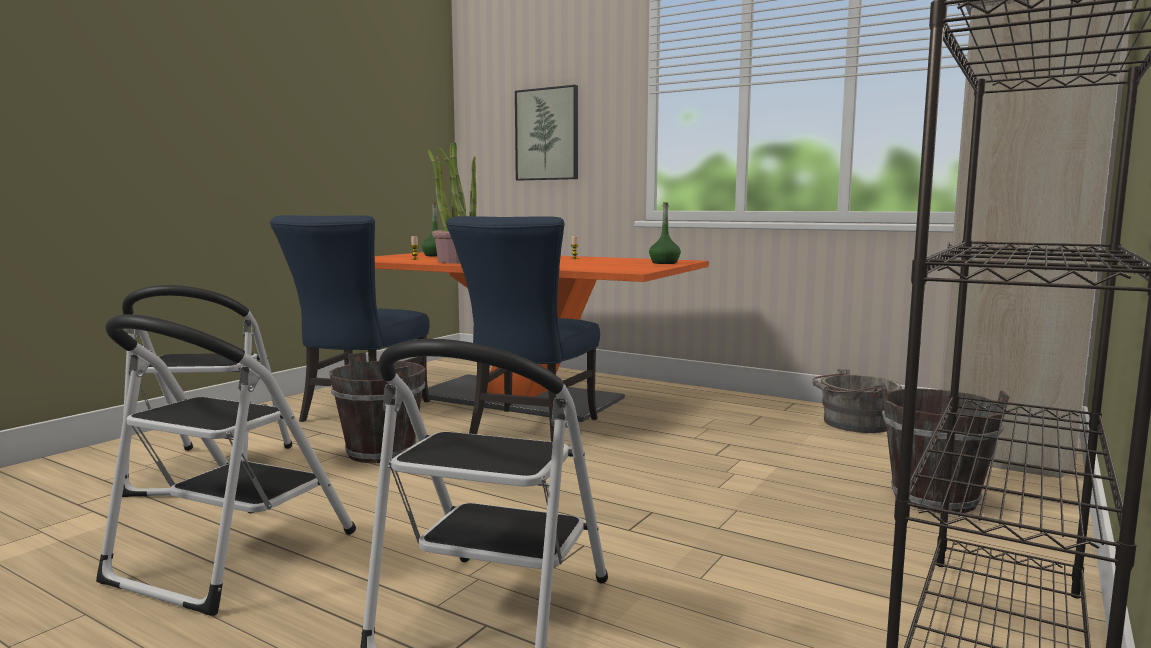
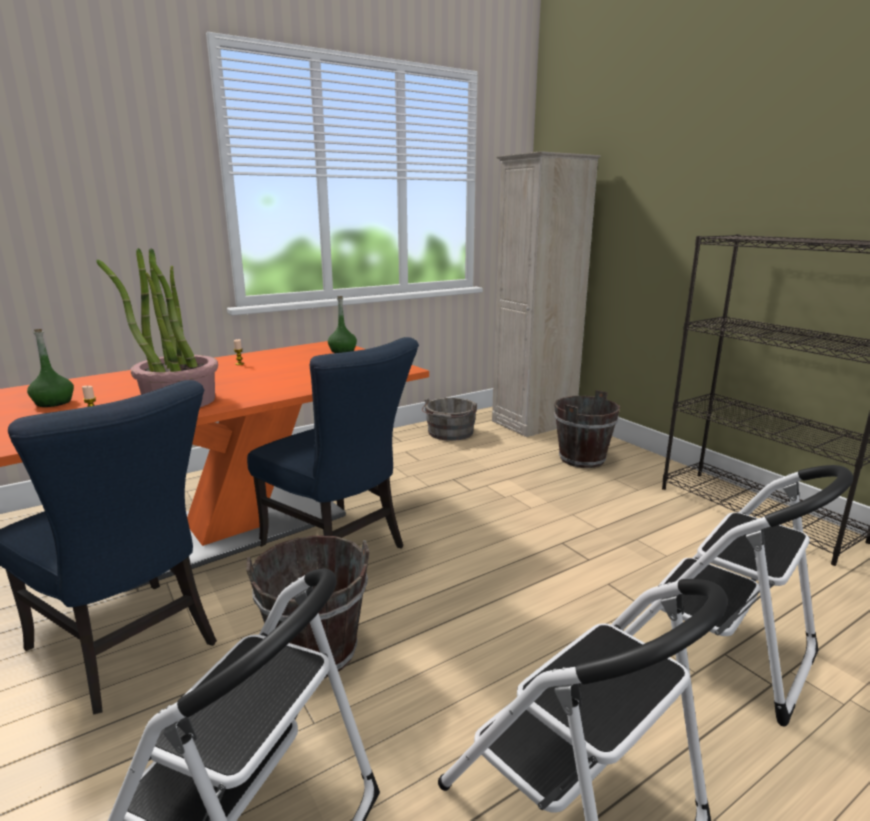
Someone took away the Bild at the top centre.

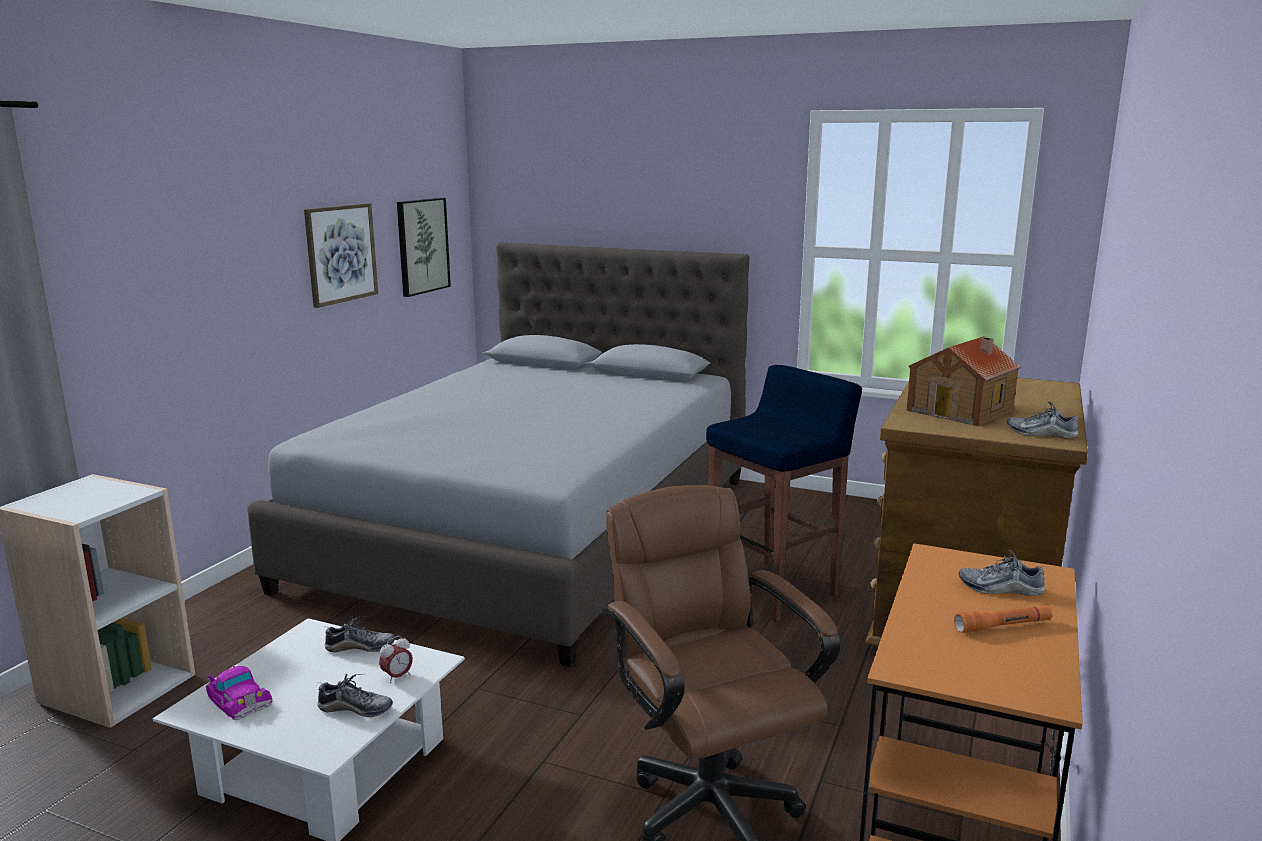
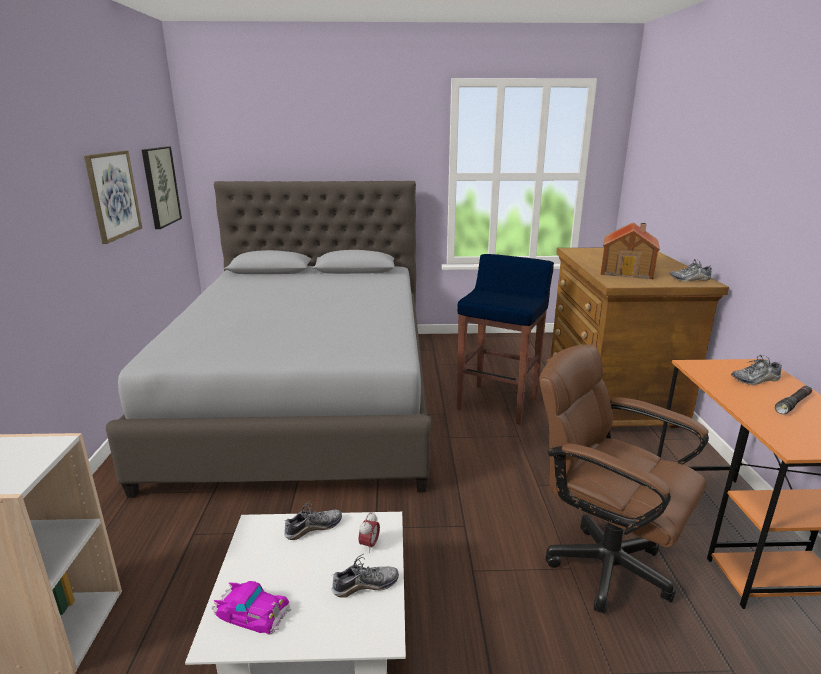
Someone repainted the Taschenlampe [orange] at the bottom right, which became the Taschenlampe [schwarz] at the middle right.

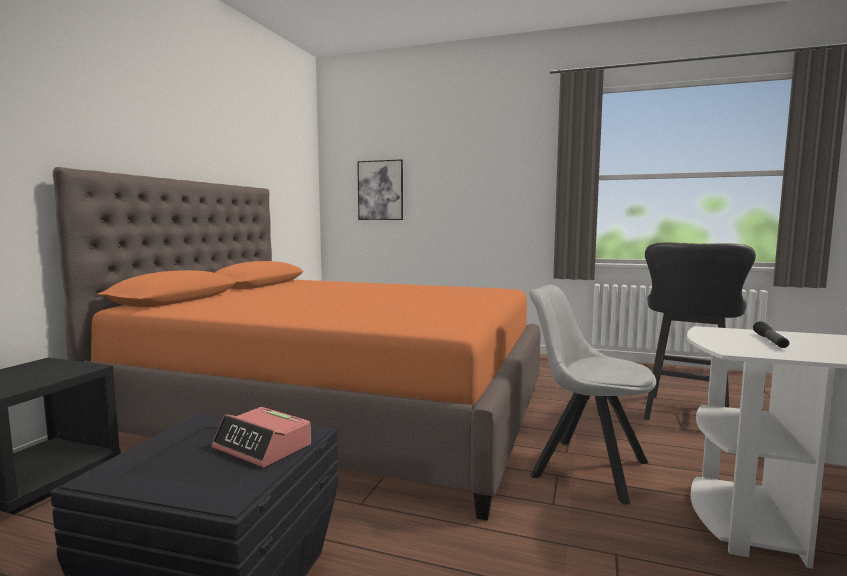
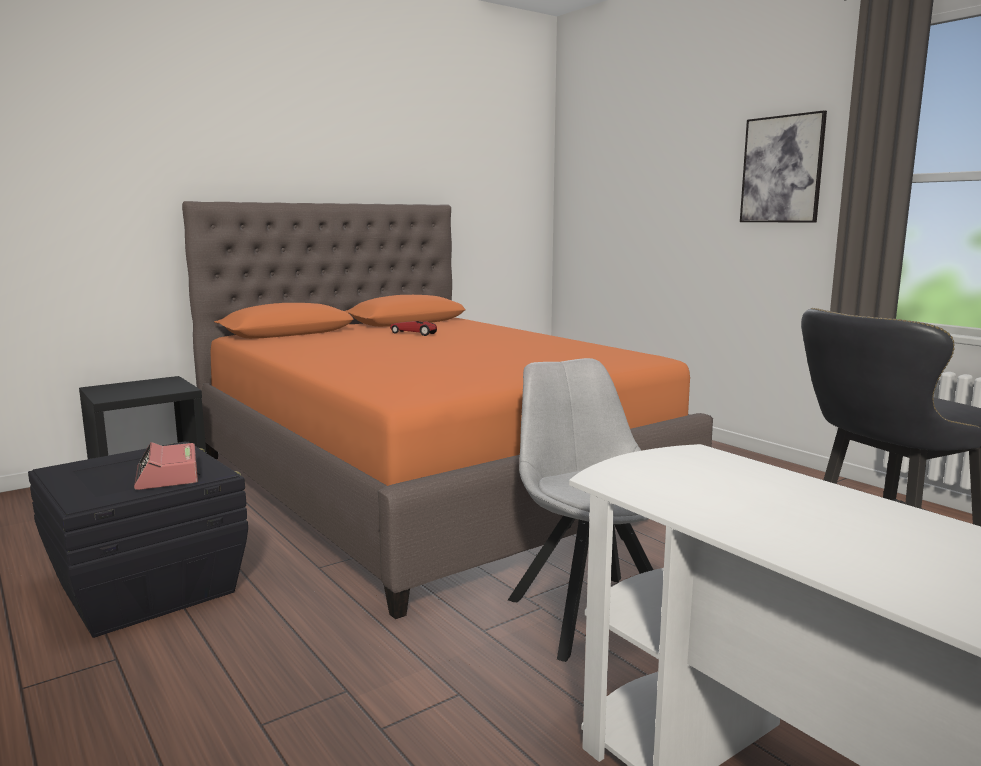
Someone put down the Spielzeugauto at the centre. Someone carried the Bild from the top centre to the top right. Someone took away the Taschenlampe at the middle right.

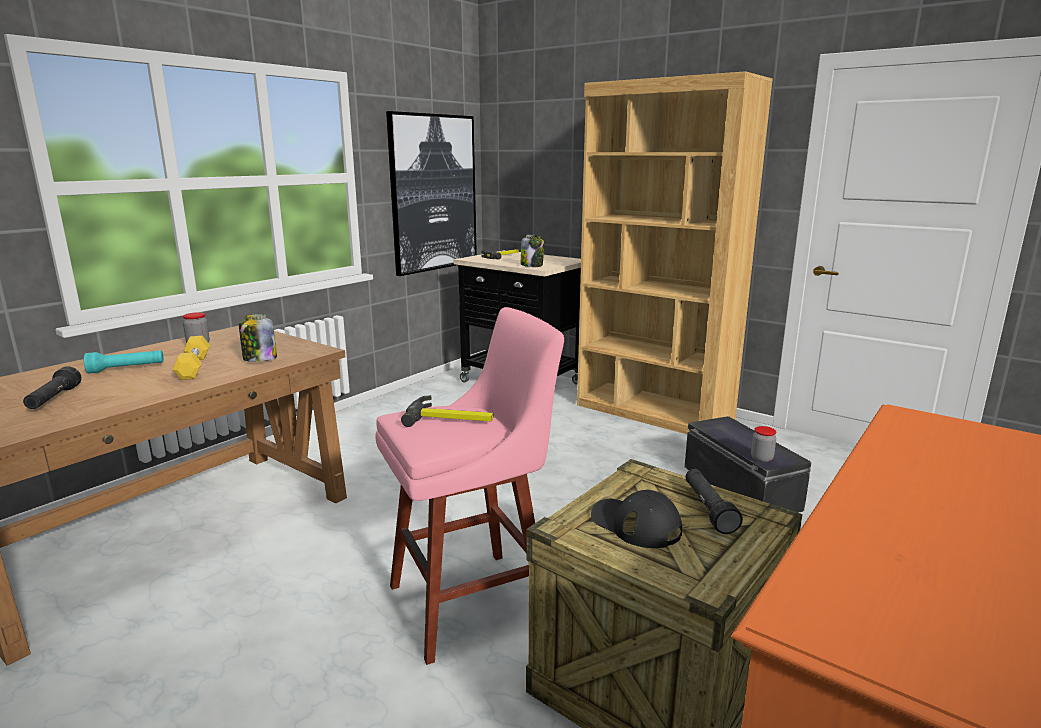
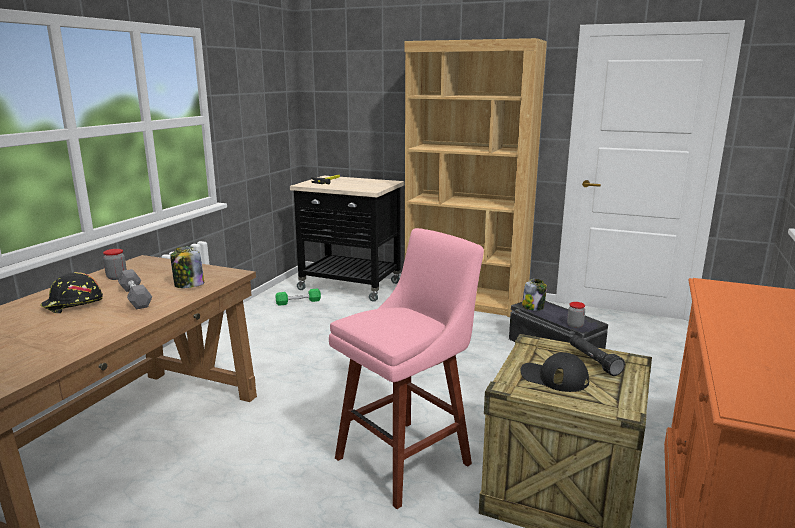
Someone swapped the Taschenlampe [türkis] at the middle left for the Schutzhelm [schwarz] at the middle left. Someone repainted the Hantel [gelb] at the middle left, which became the Hantel [grau] at the middle left. Someone put down the Hantel [grün] at the centre. Someone carried the Vorratsglas (no. 3 from left) from the centre to the middle right. Someone took away the Taschenlampe [schwarz] (no. 1 from left) at the middle left. Someone took away the Bild at the top centre. Someone took away the Hammer (no. 1 from left) at the centre.

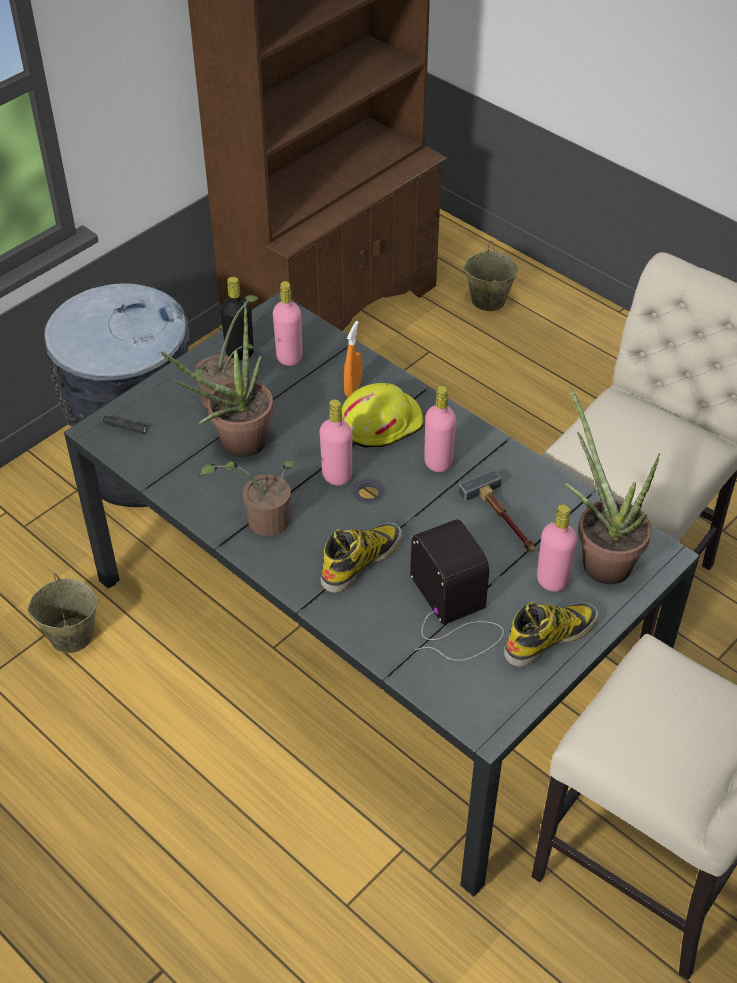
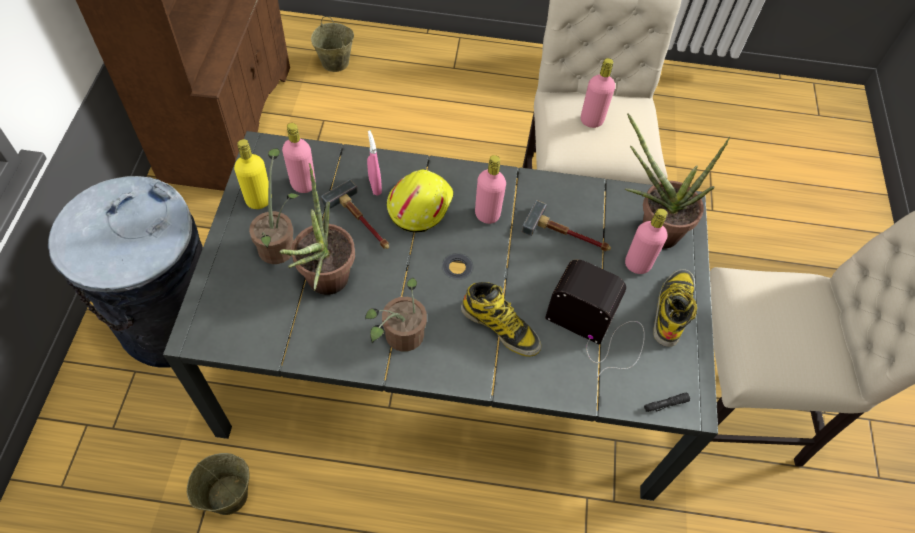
Someone repainted the Flasche [schwarz] at the top left, which became the Flasche [gelb] at the top left. Someone put down the Hammer (no. 1 from left) at the centre. Someone repainted the Sprühflasche [orange] at the centre, which became the Sprühflasche [rosa] at the top centre. Someone rotated the Stiefel (no. 1 from left) at the centre by 120 degrees clockwise. Someone carried the Flasche [rosa] (no. 2 from left in the first image) from the centre to the top centre. Someone carried the Taschenlampe [schwarz] from the middle left to the bottom right.

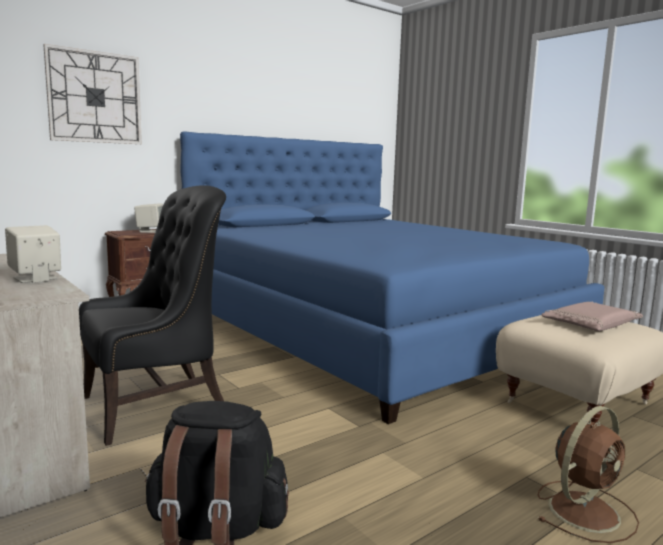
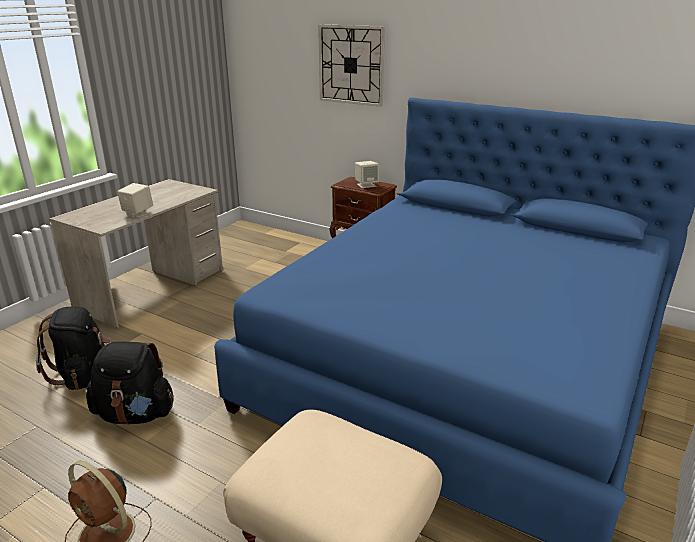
Someone put down the Rucksack [schwarz] (no. 2 from left) at the bottom left. Someone took away the Stuhl [schwarz] at the middle left. Someone took away the Kissen [beige] at the middle right.

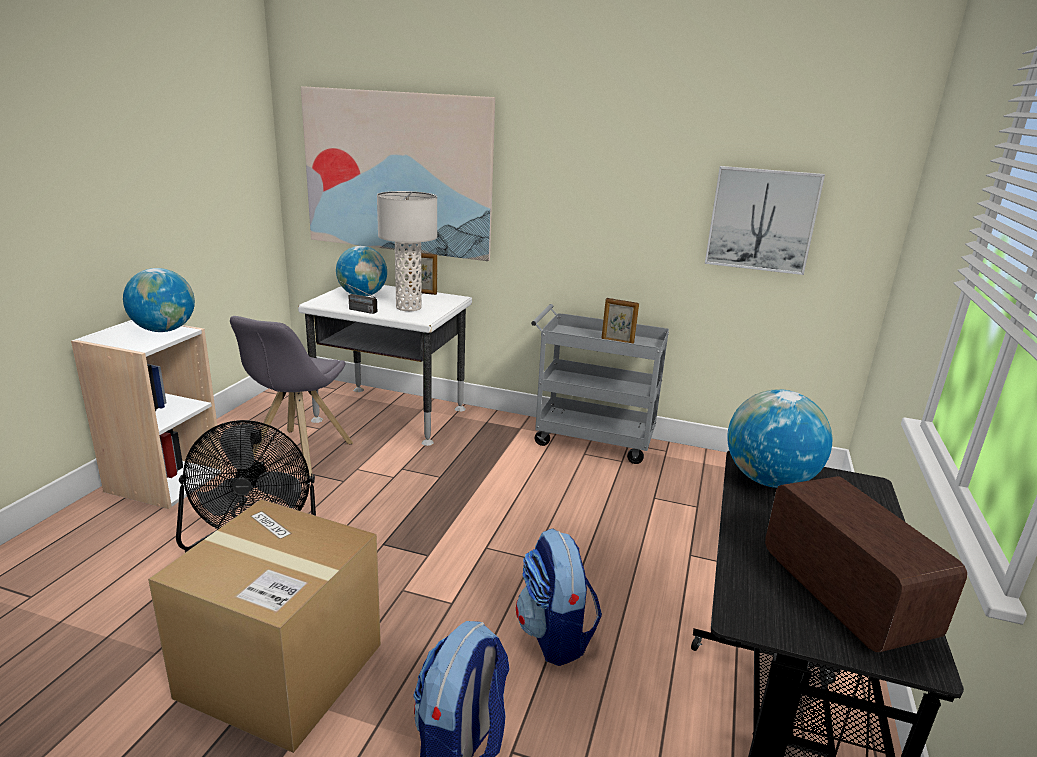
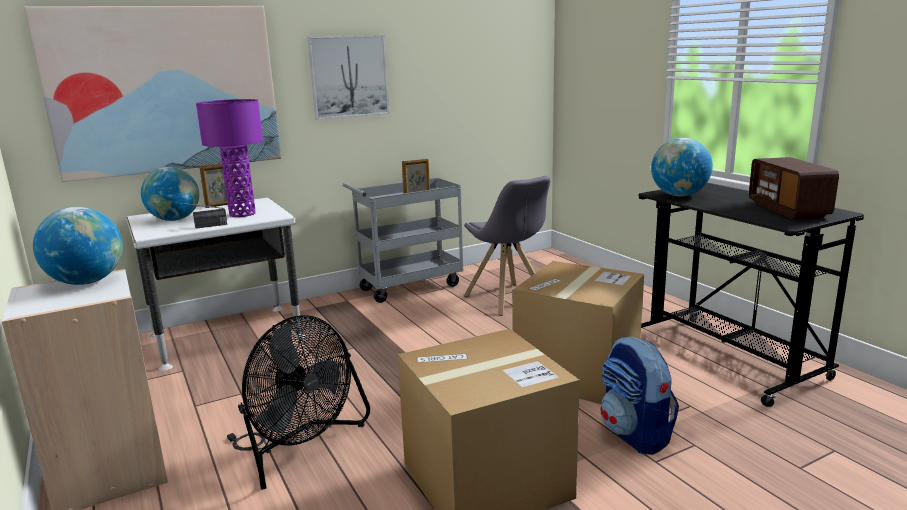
Someone repainted the Tischlampe [weiß] at the top centre, which became the Tischlampe [lila] at the top left. Someone carried the Bild (no. 2 from left) from the top right to the top centre. Someone carried the Stuhl [grau] from the middle left to the centre. Someone swapped the Rucksack (no. 2 from left) at the bottom centre for the Karton (no. 2 from left) at the centre. Someone rotated the Radio (no. 2 from left) at the bottom right by 120 degrees counterclockwise.

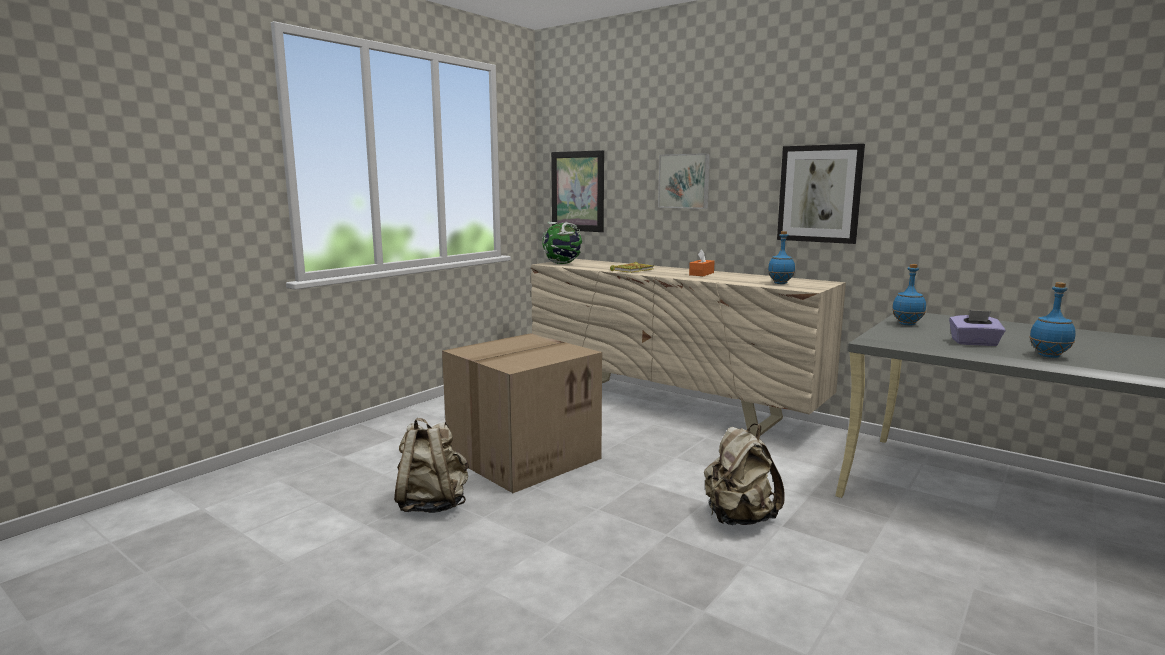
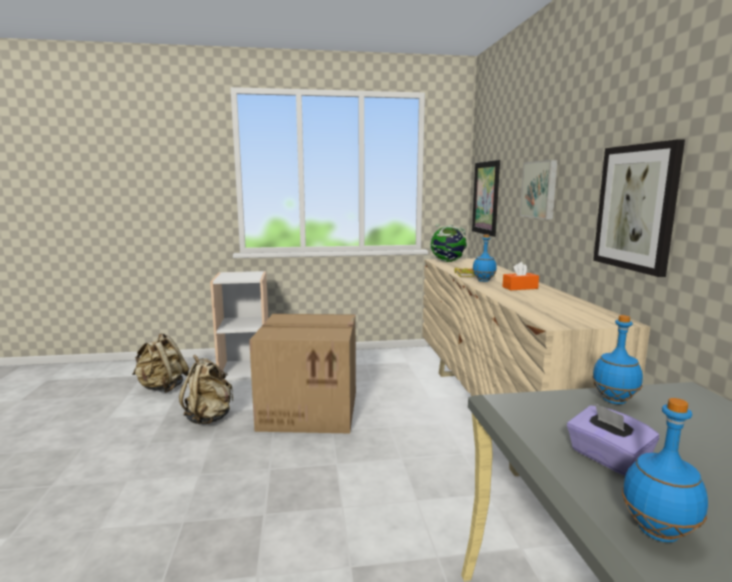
Someone carried the Rucksack [beige] (no. 2 from left in the first image) from the bottom centre to the middle left. Someone put down the Bücherregal at the middle left. Someone carried the Flasche [blau] (no. 1 from left) from the middle right to the centre.

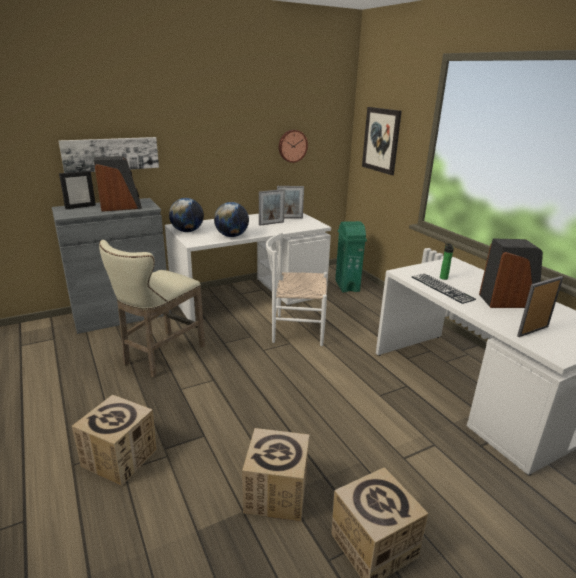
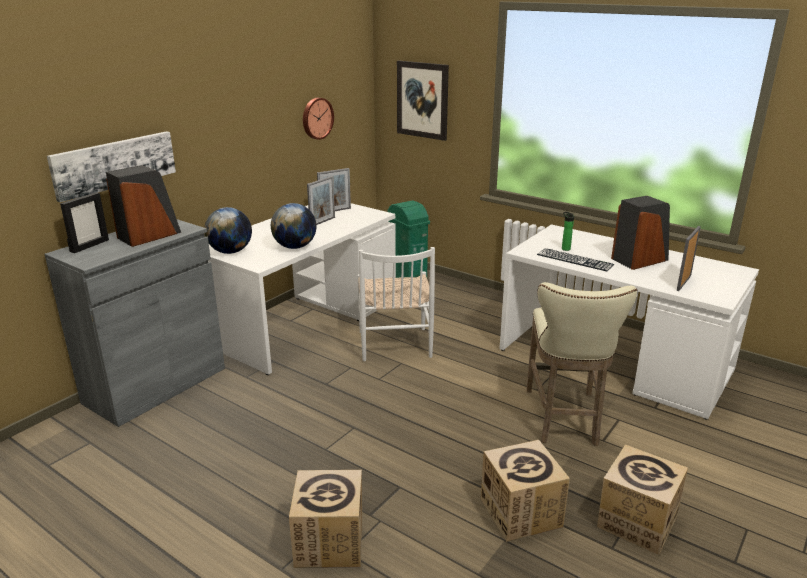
Someone rotated the Stuhl [weiß] at the centre by 75 degrees counterclockwise. Someone carried the Hocker [beige] from the middle left to the middle right.

